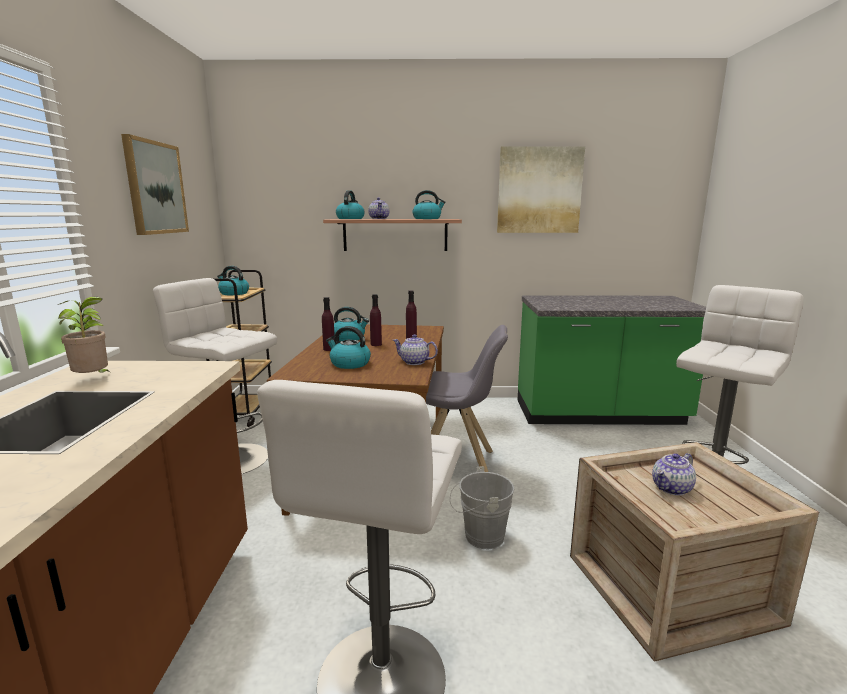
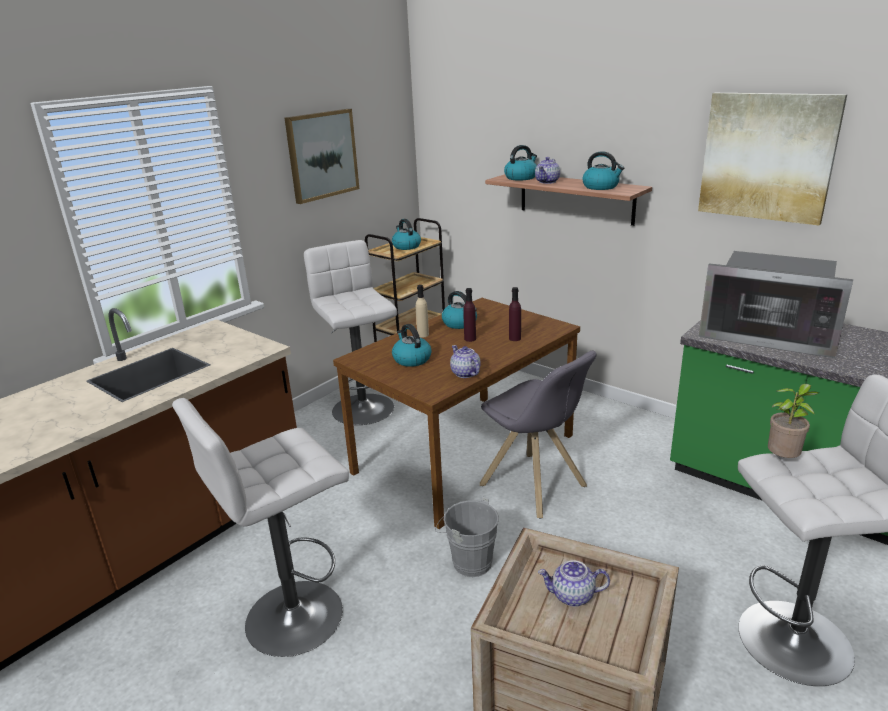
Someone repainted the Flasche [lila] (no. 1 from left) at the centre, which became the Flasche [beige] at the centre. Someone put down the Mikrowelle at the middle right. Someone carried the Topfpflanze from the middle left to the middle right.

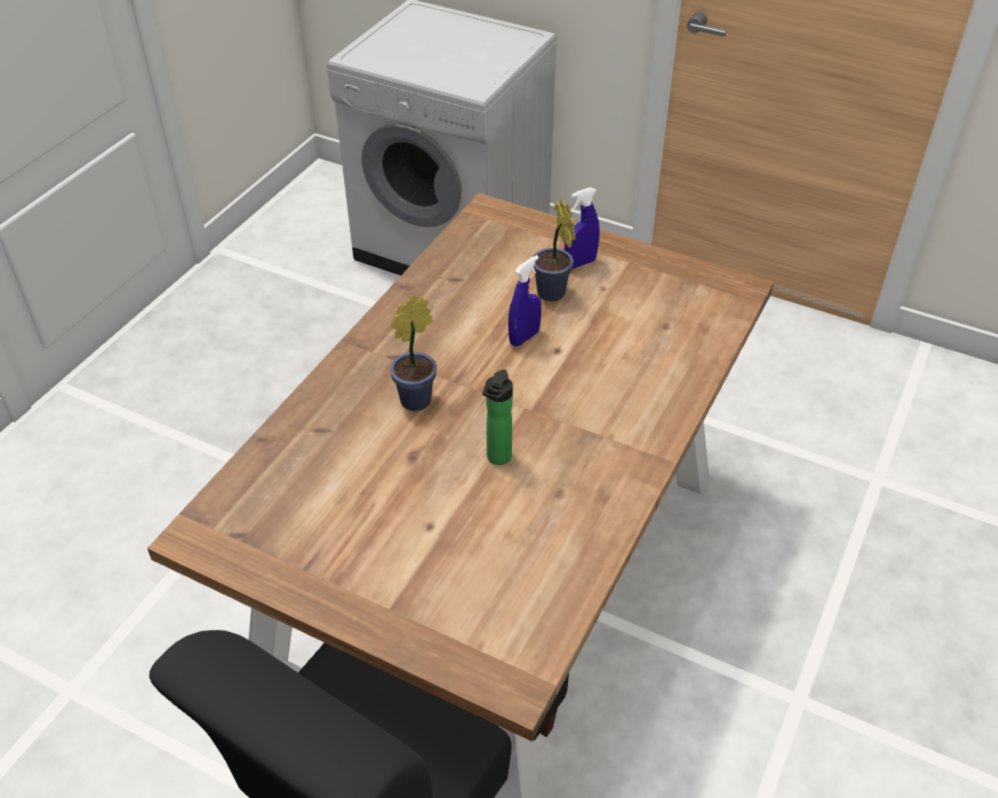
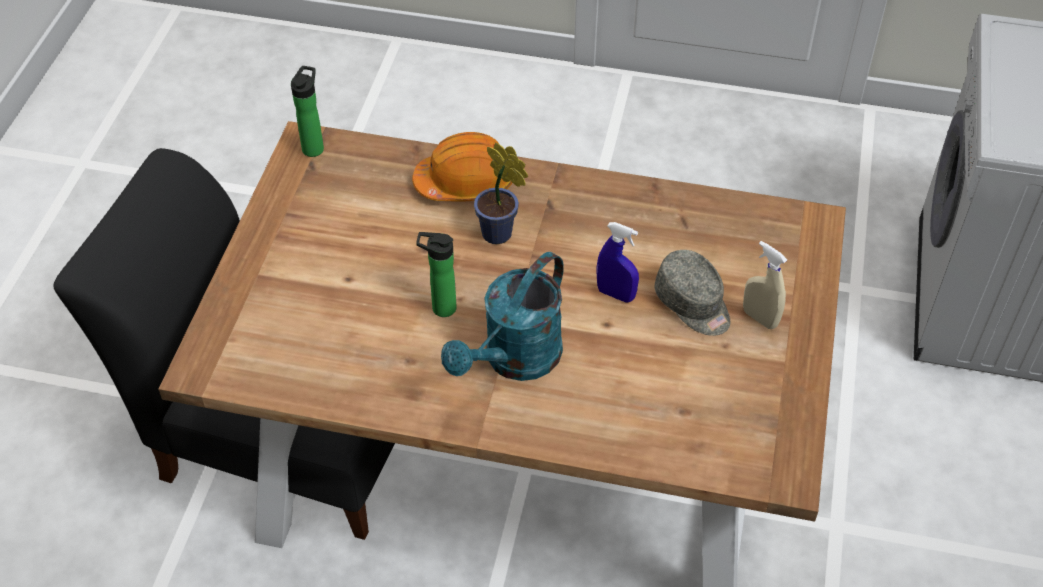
Someone put down the Flasche (no. 1 from left) at the top left. Someone put down the Schutzhelm [orange] at the top centre. Someone put down the Gießkanne [türkis] at the centre. Someone swapped the Topfpflanze (no. 2 from left) at the top centre for the Kappe [grau] at the centre. Someone repainted the Sprühflasche [blau] (no. 2 from left) at the top centre, which became the Sprühflasche [beige] at the middle right.

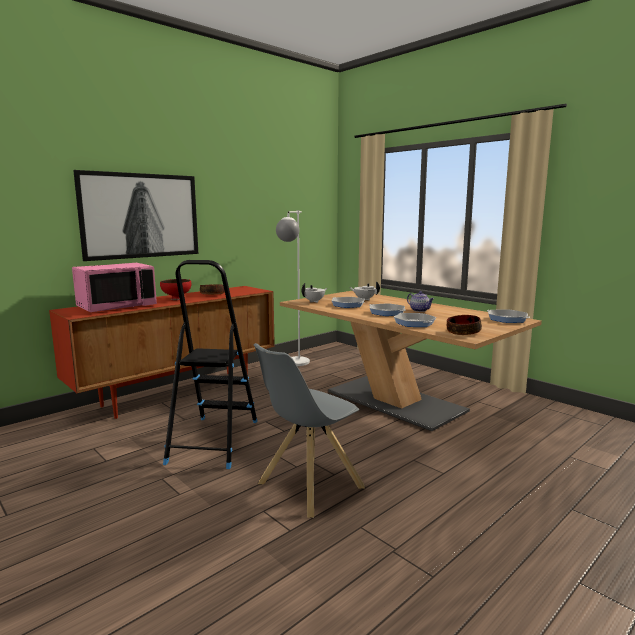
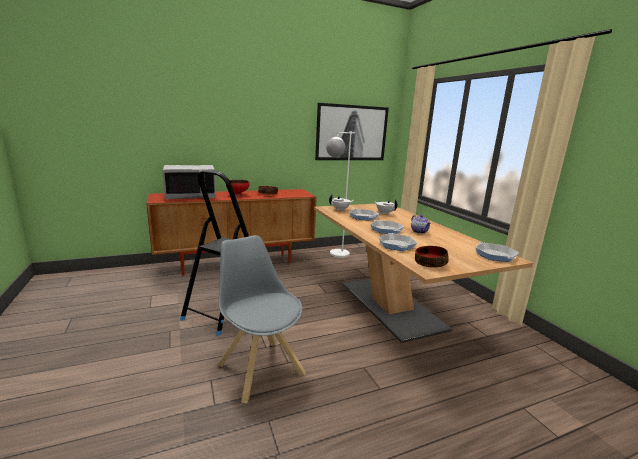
Someone repainted the Mikrowelle [rosa] at the middle left, which became the Mikrowelle [grau] at the middle left. Someone rotated the Stuhl [grau] at the bottom centre by 75 degrees clockwise. Someone carried the Bild from the middle left to the top centre.

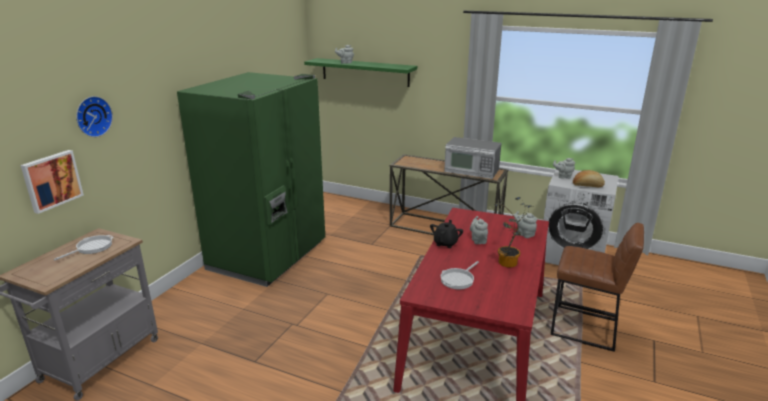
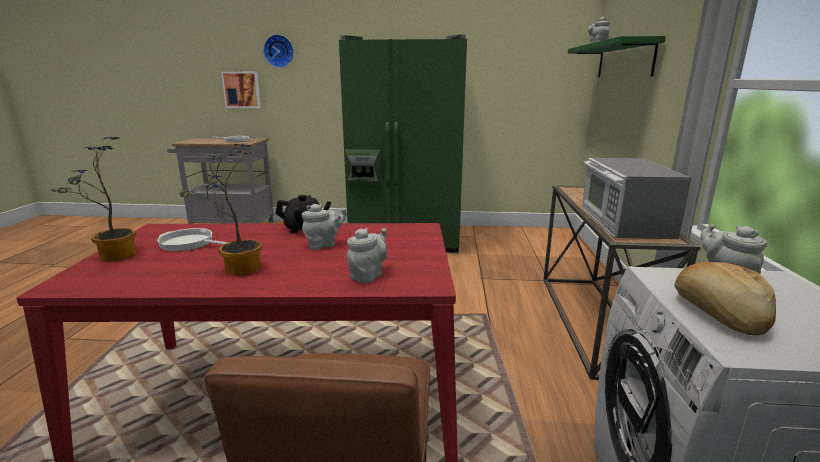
Someone put down the Topfpflanze (no. 1 from left) at the middle left.

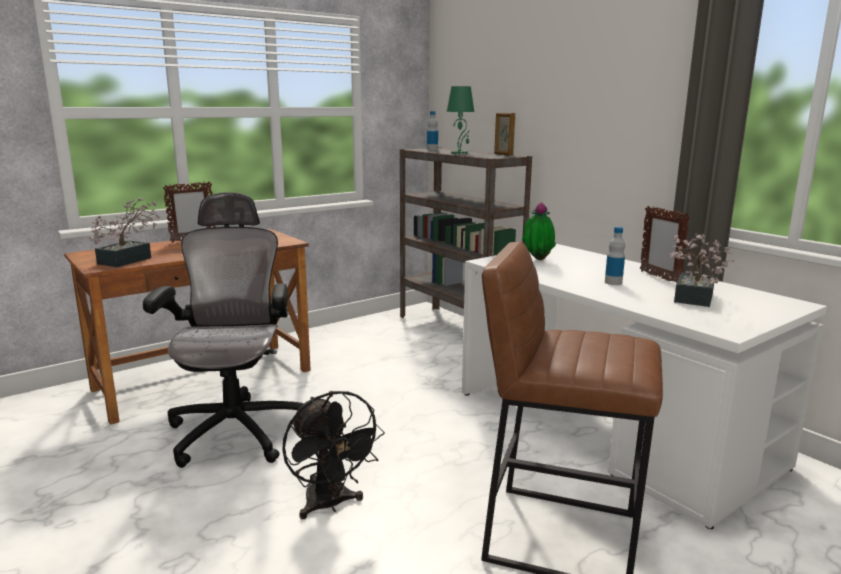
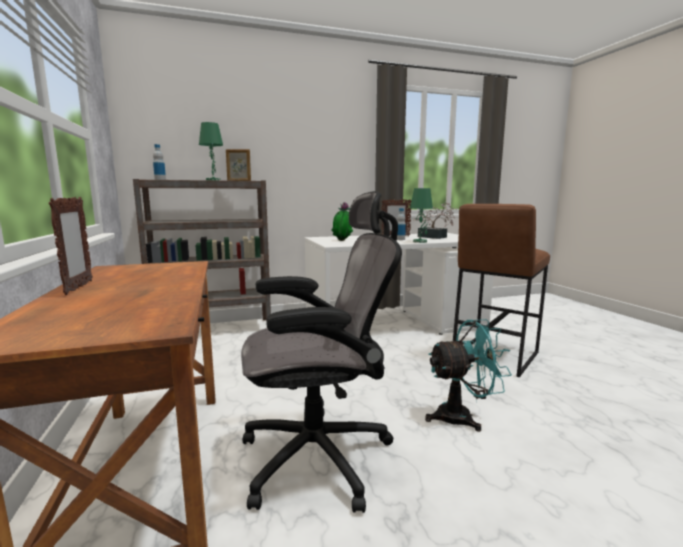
Someone rotated the Bürostuhl at the middle left by 150 degrees clockwise. Someone put down the Tischlampe [grün] (no. 2 from left) at the centre. Someone repainted the Ventilator [schwarz] at the bottom centre, which became the Ventilator [türkis] at the bottom right. Someone took away the Topfpflanze (no. 1 from left) at the middle left.

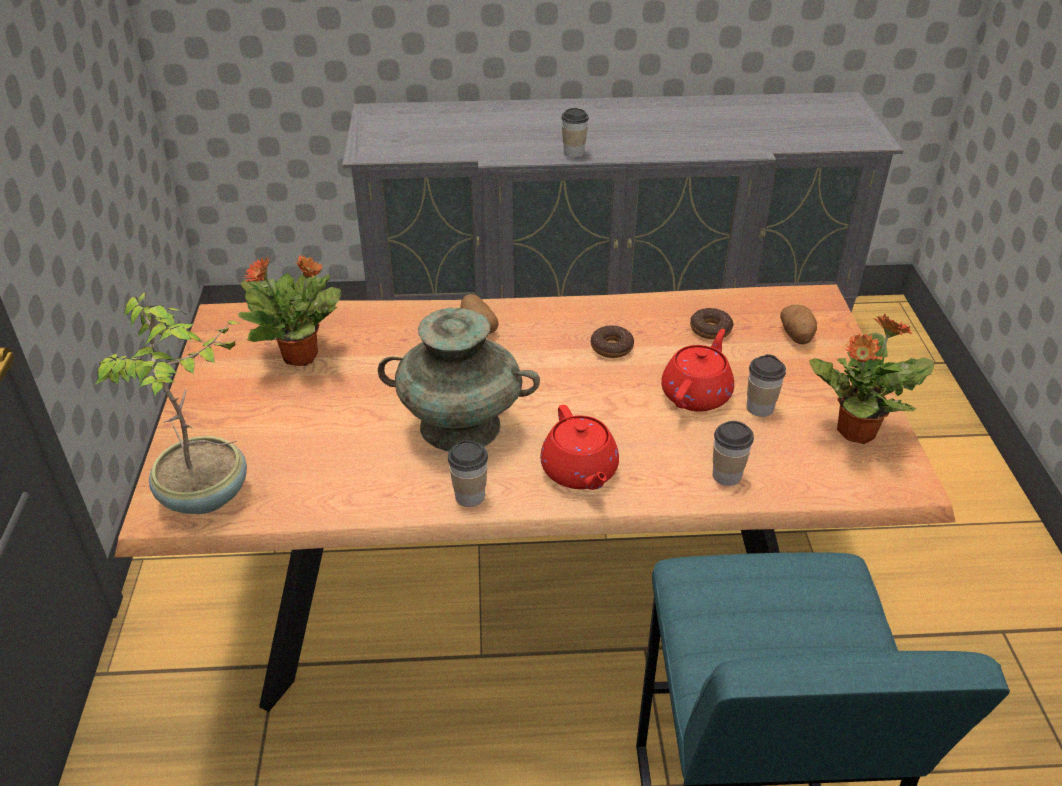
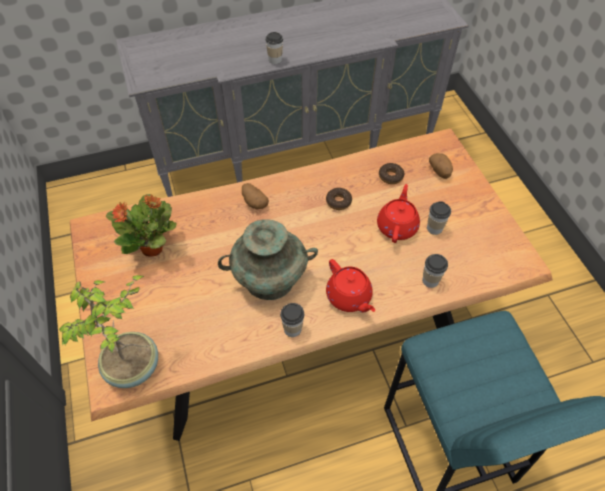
Someone took away the Topfpflanze (no. 3 from left) at the middle right.

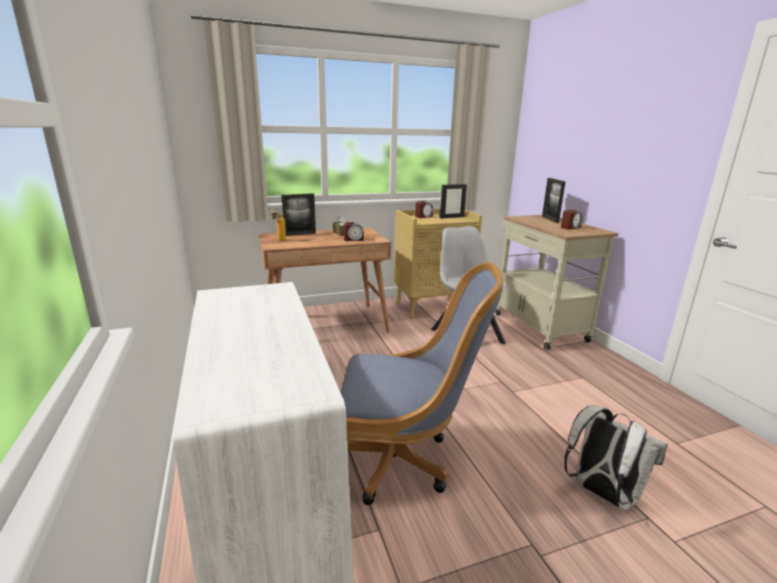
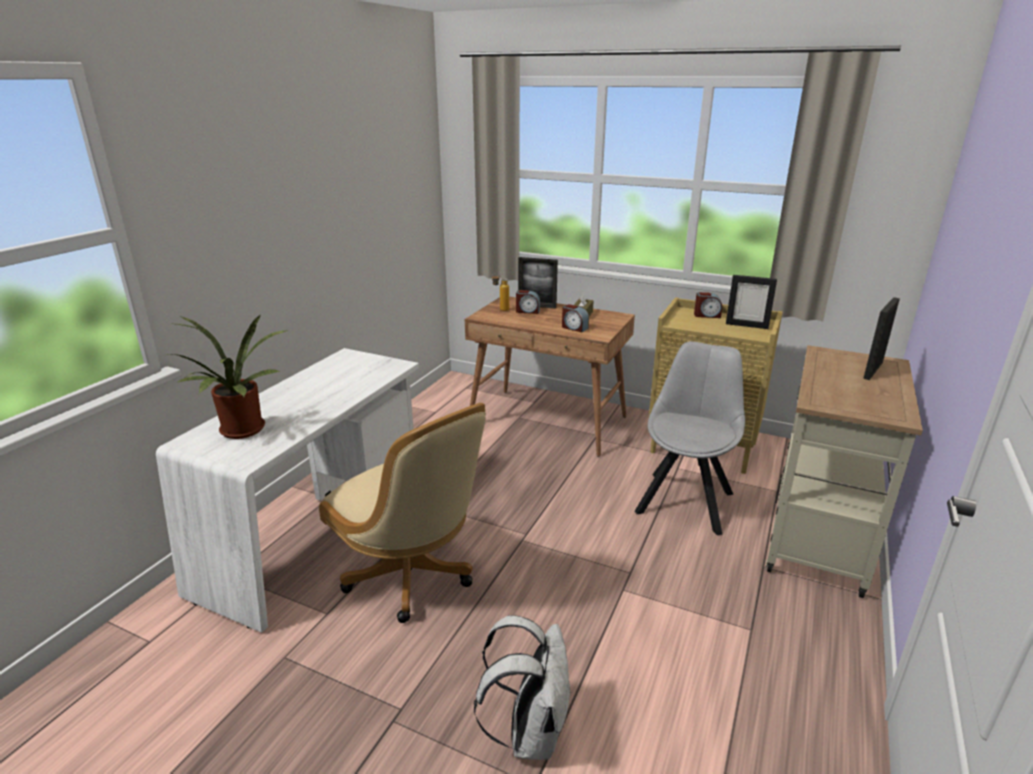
Someone put down the Topfpflanze at the middle left. Someone repainted the Bürostuhl [blau] at the centre, which became the Bürostuhl [beige] at the centre. Someone carried the Wecker (no. 3 from left in the first image) from the middle right to the centre.

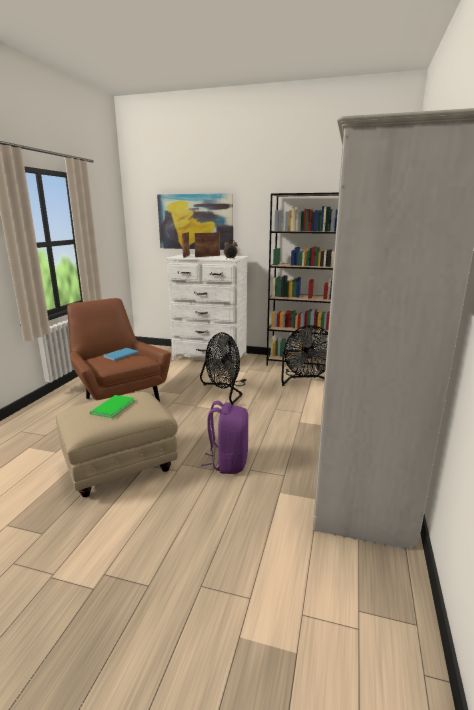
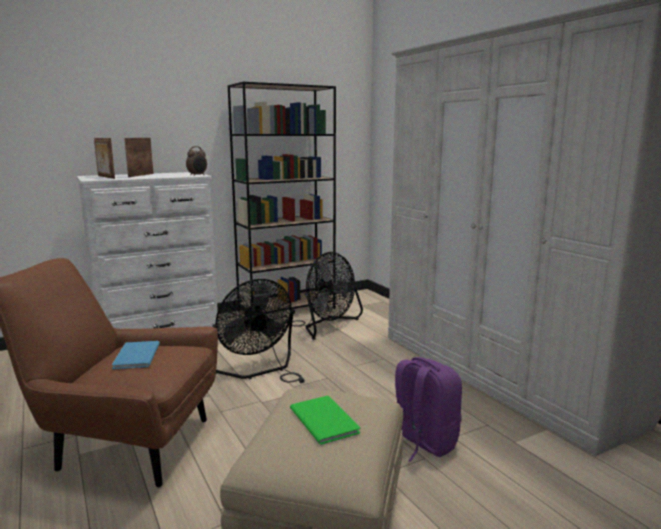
Someone rotated the Ventilator [schwarz] (no. 1 from left) at the centre by 135 degrees clockwise. Someone took away the Bild at the top centre.

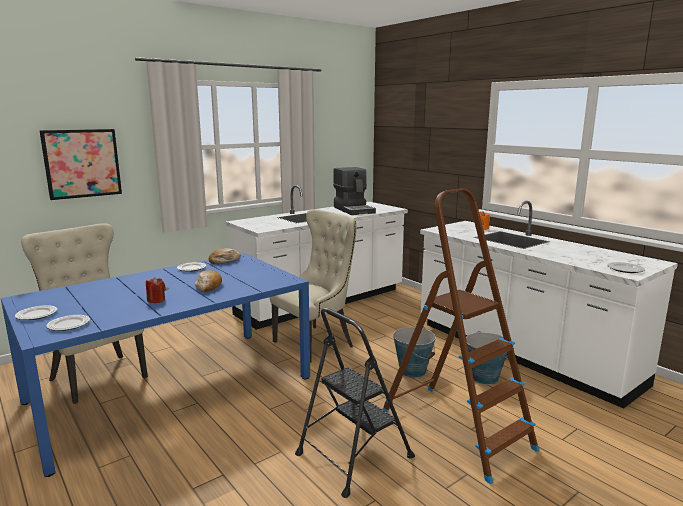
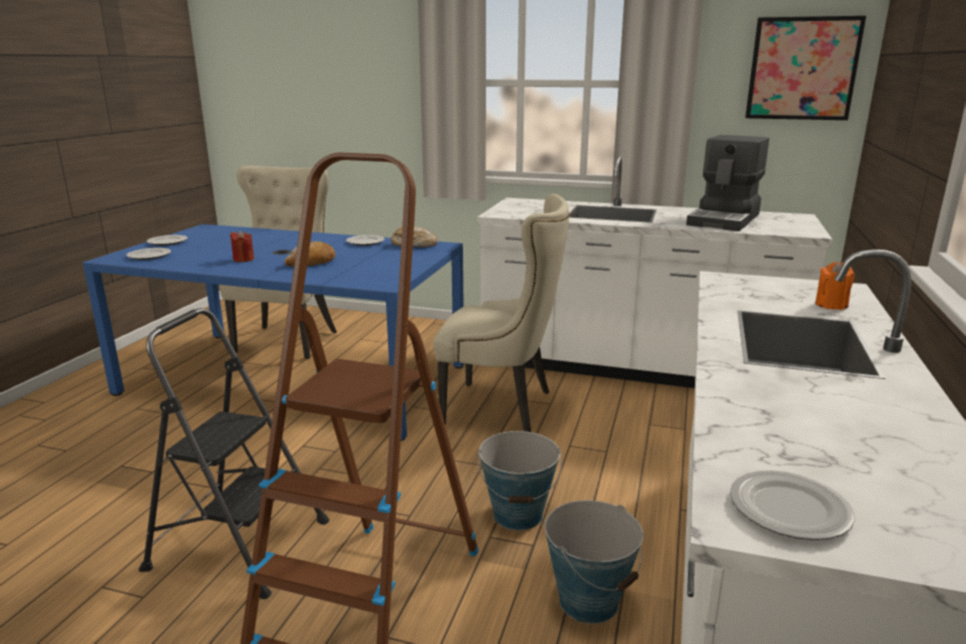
Someone carried the Bild from the top left to the top right.

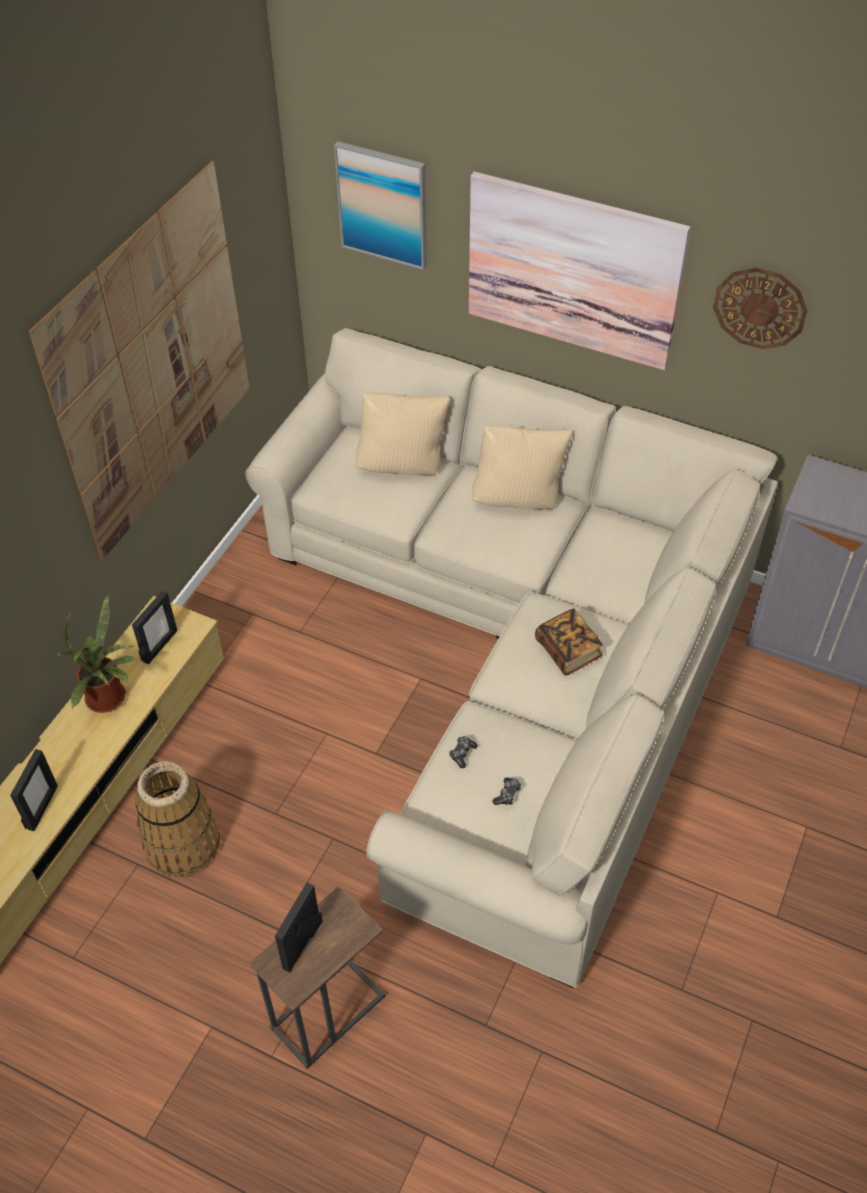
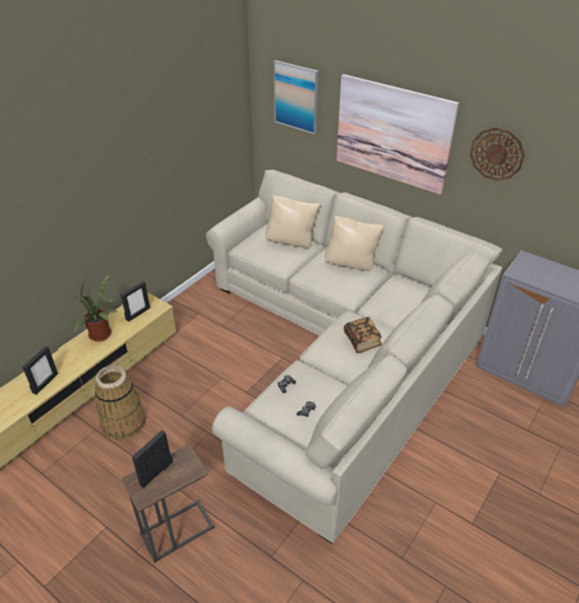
Someone took away the Bild (no. 1 from left) at the top left.

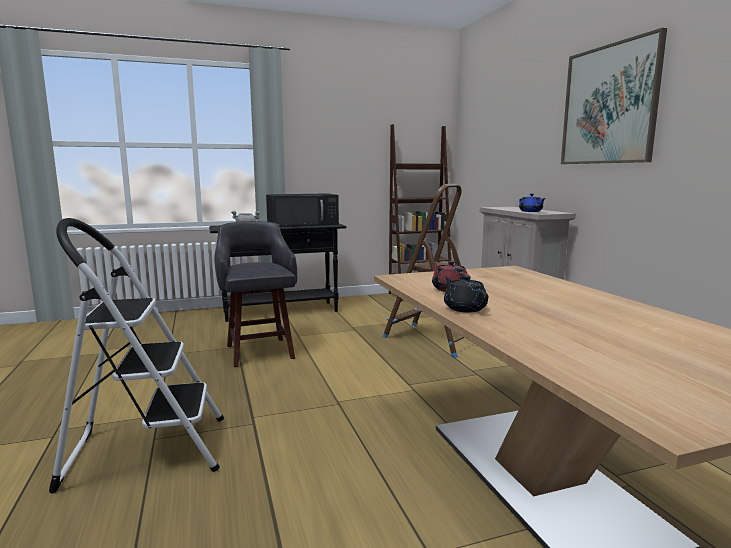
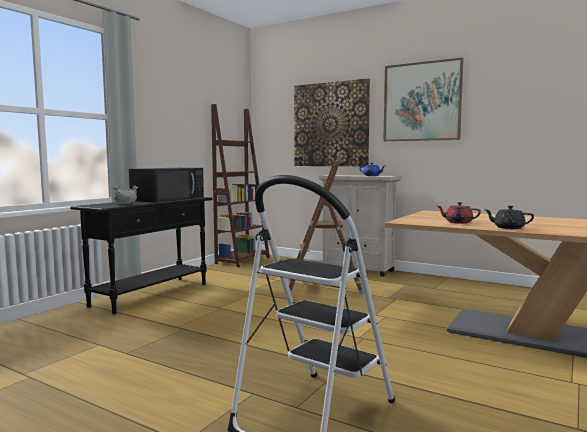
Someone put up the Bild (no. 1 from left) at the top centre. Someone took away the Hocker [grau] at the centre.

